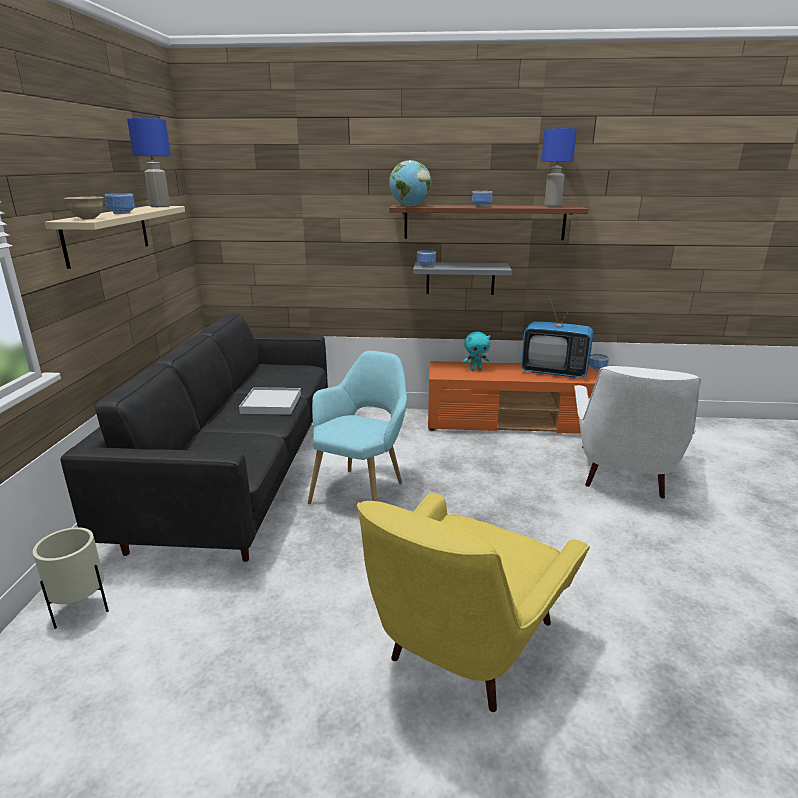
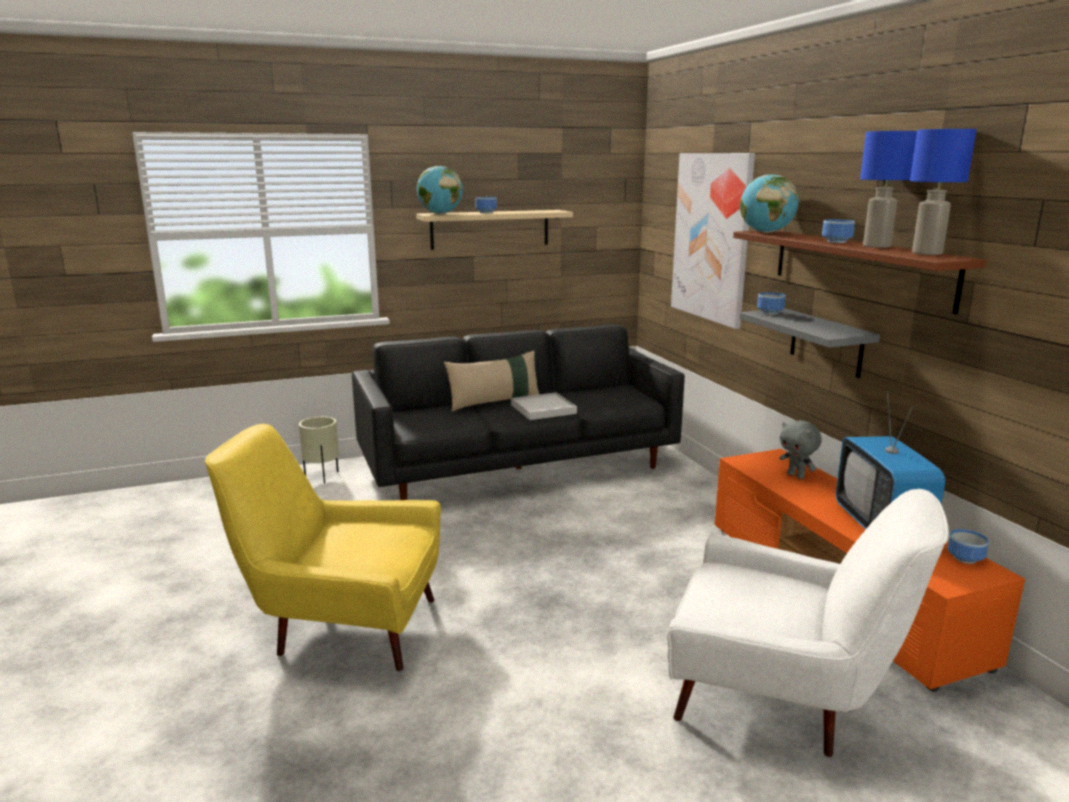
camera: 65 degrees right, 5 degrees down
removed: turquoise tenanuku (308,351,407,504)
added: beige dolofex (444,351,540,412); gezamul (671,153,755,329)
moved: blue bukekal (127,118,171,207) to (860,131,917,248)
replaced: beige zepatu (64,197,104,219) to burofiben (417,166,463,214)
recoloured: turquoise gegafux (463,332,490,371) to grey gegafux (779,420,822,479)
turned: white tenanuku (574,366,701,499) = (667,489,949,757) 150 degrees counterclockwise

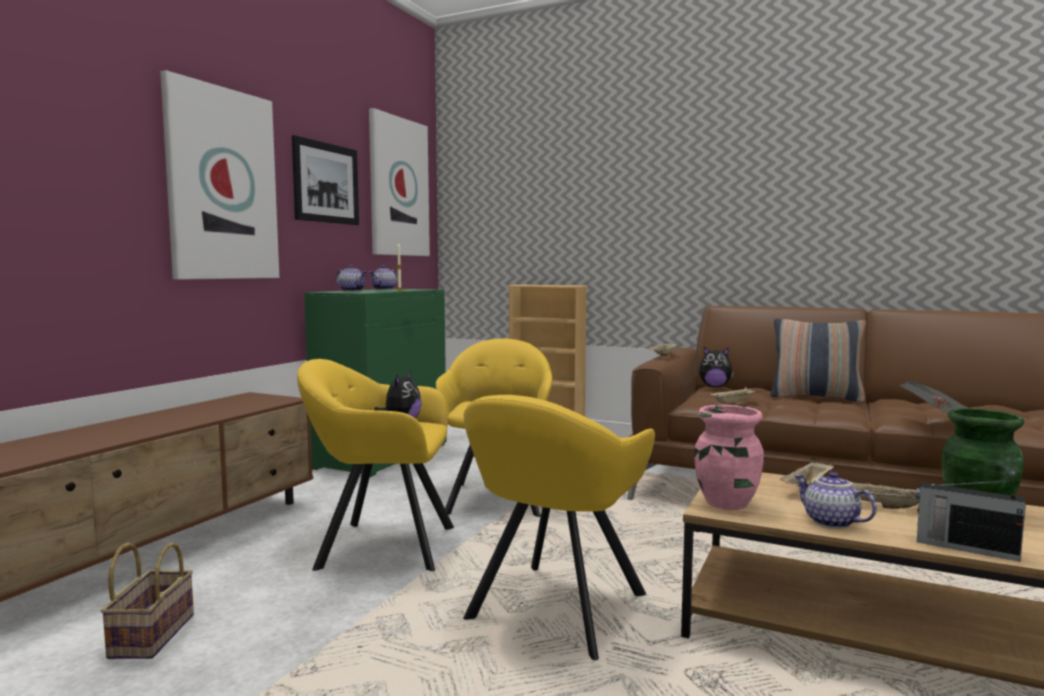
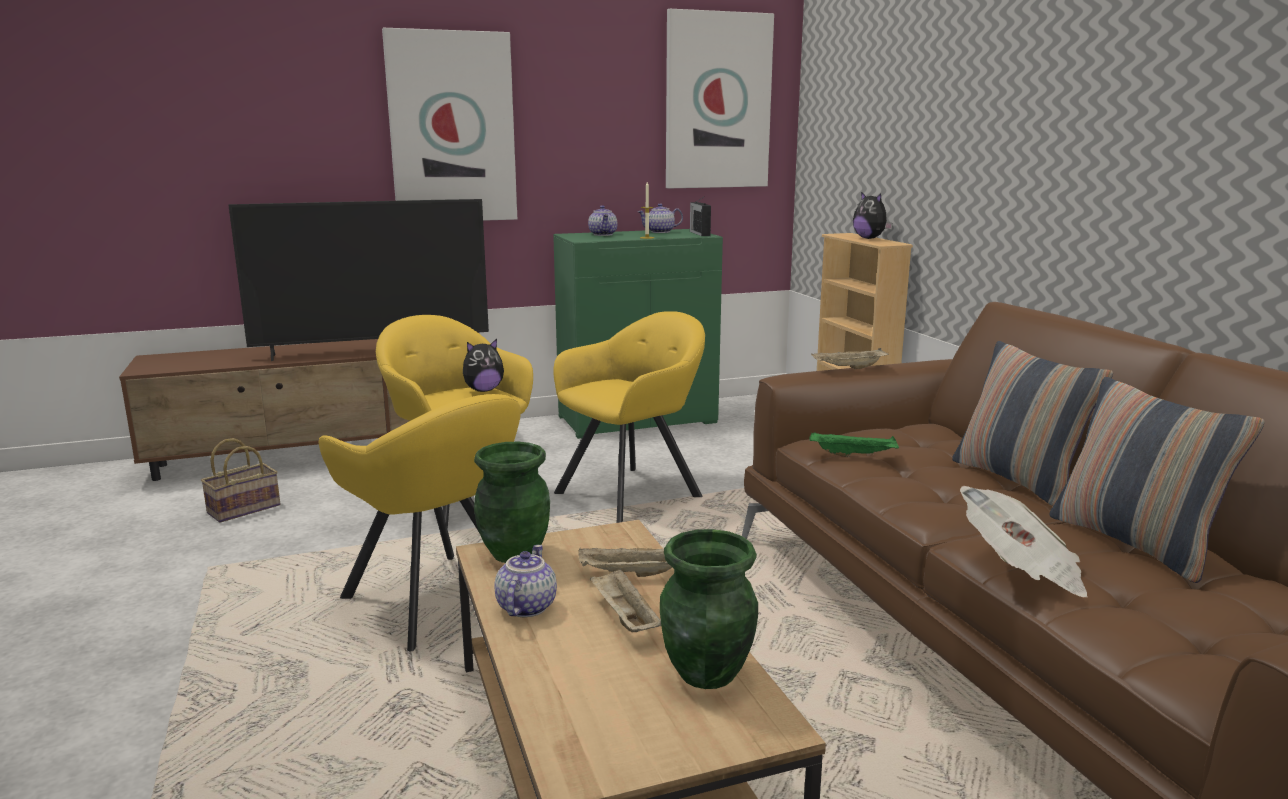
camera: 45 degrees right, 10 degrees up
removed: gezamul (292,135,359,225)
added: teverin (228,199,489,361); dolofex (1049,377,1264,583)
moved: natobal (915,481,1026,562) to (690,197,711,236); gegafux (699,347,734,387) to (853,192,893,239)
recoloured: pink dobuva (694,405,764,510) to green dobuva (474,442,550,563); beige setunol (708,387,763,405) to green setunol (809,432,899,457)
turned: yellow tenanuku (463,395,655,661) = (318,394,521,651) 120 degrees counterclockwise

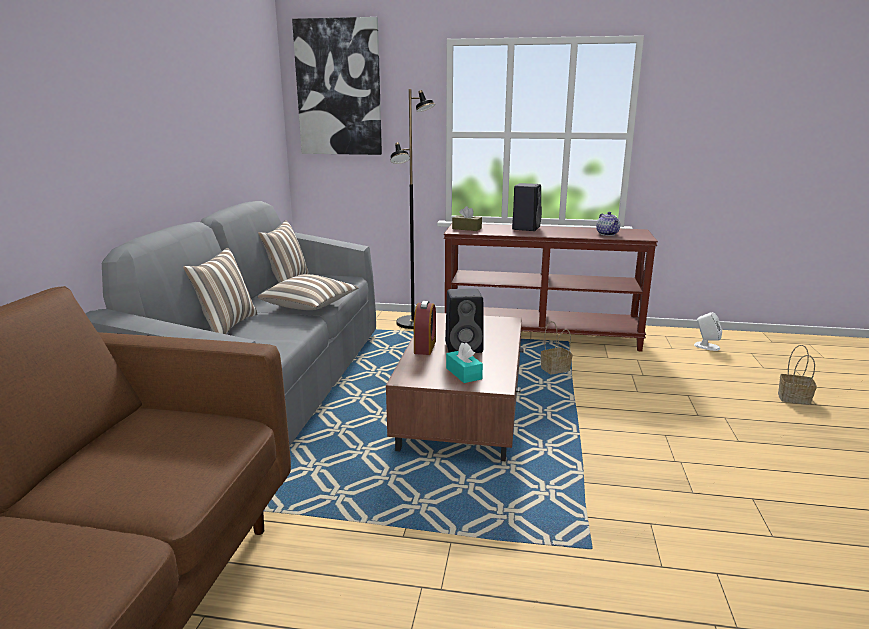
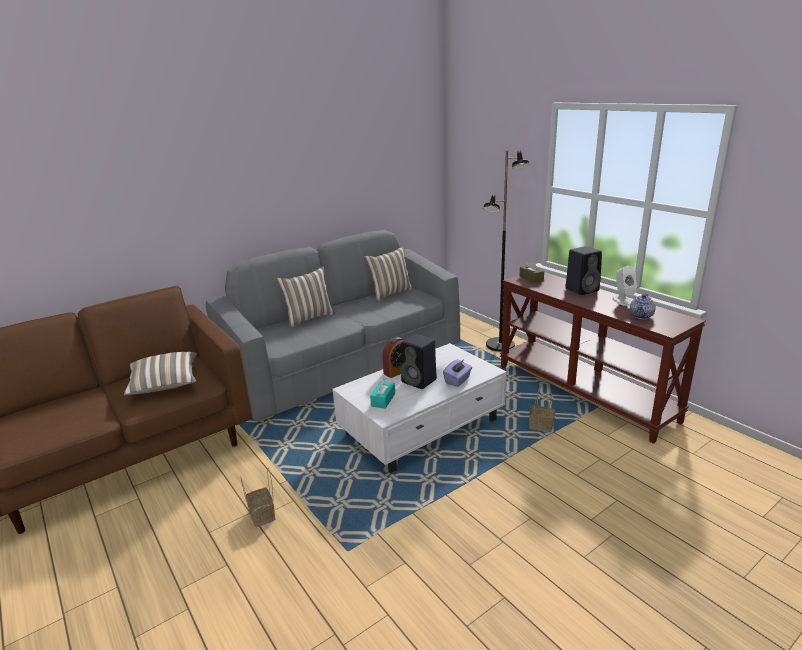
camera: 45 degrees right, 5 degrees up
removed: gezamul (292,17,382,155)
added: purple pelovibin (443,359,472,387)
moved: dolofex (258,274,359,310) to (124,352,197,395); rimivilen (778,345,817,405) to (240,468,275,527); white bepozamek (694,312,722,351) to (612,266,637,306)
recoloured: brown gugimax (386,313,524,461) to white gugimax (333,343,506,474)

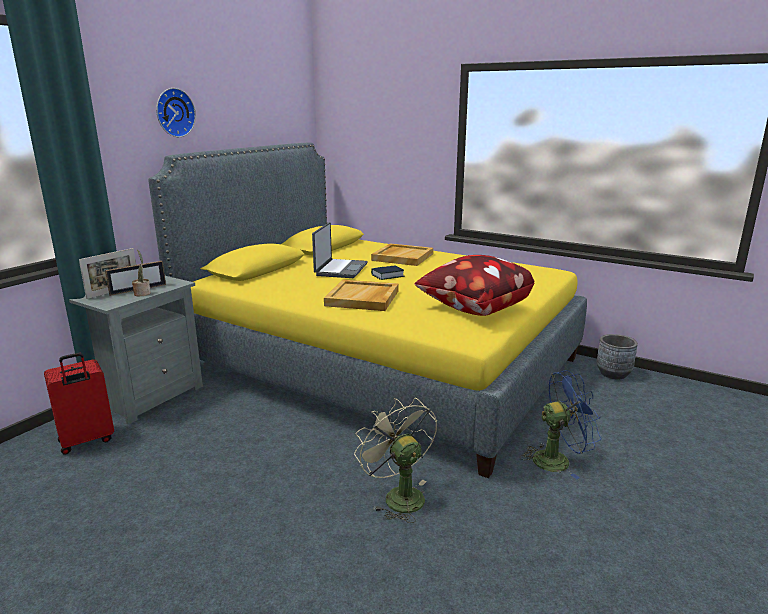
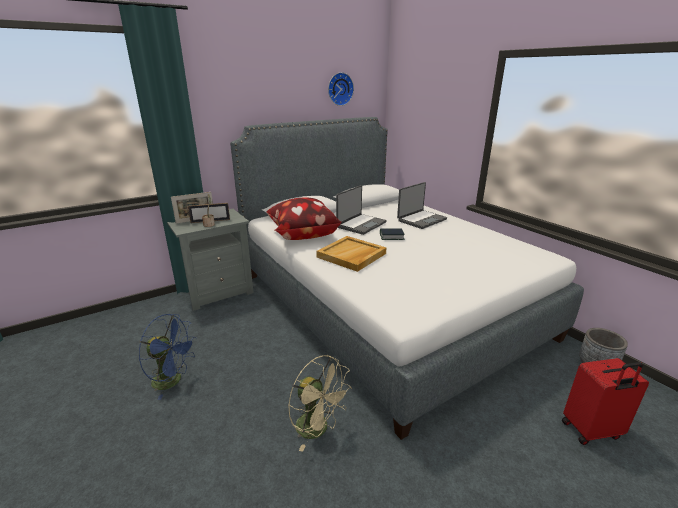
camera: 25 degrees right, 5 degrees up
moved: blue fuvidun (520,370,601,479) to (139,314,196,400); dolofex (414,255,535,316) to (266,198,342,240); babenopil (156,88,196,137) to (328,72,354,106); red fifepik (44,353,114,455) to (562,358,649,445)
replaced: beige setunol (371,244,433,266) to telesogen (397,182,447,229)
recoloured: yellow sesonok (148,143,587,478) to white sesonok (230,117,584,440)
turned: beige fuvidun (354,398,437,523) = (288,355,352,452) 135 degrees clockwise

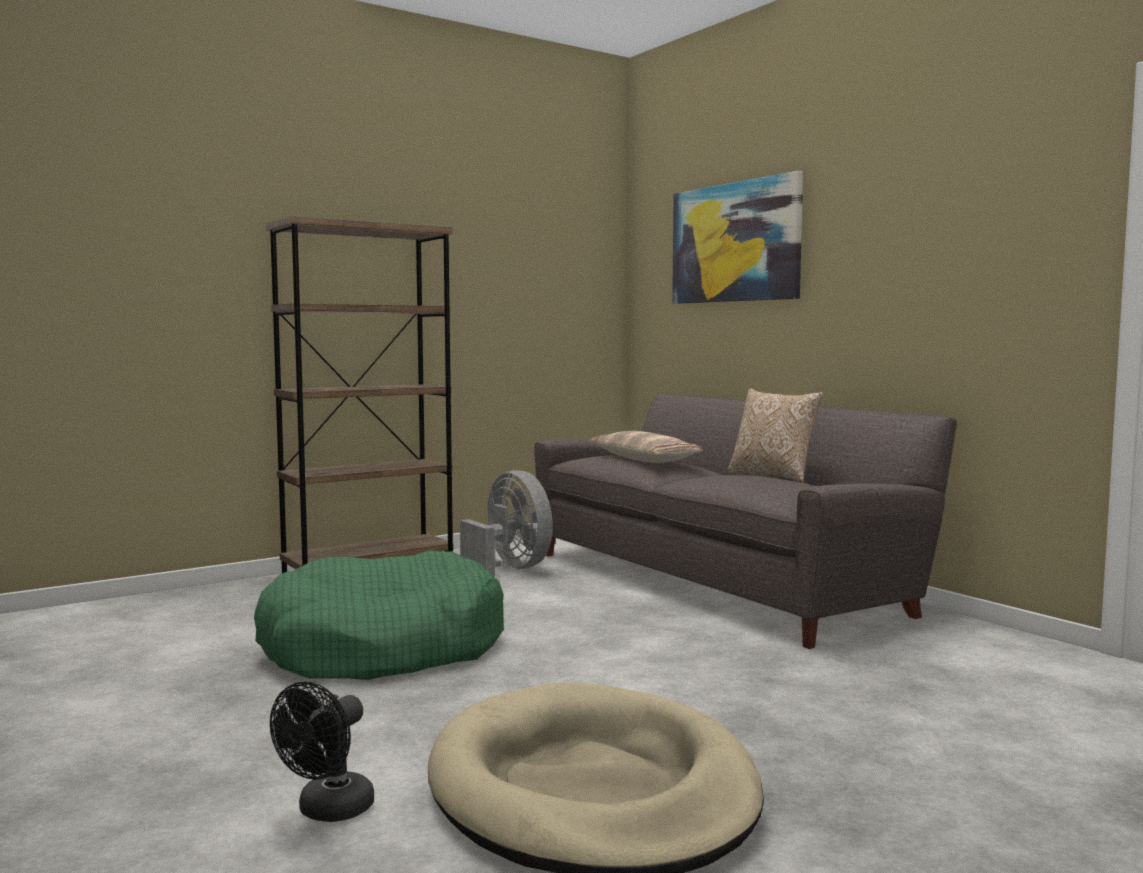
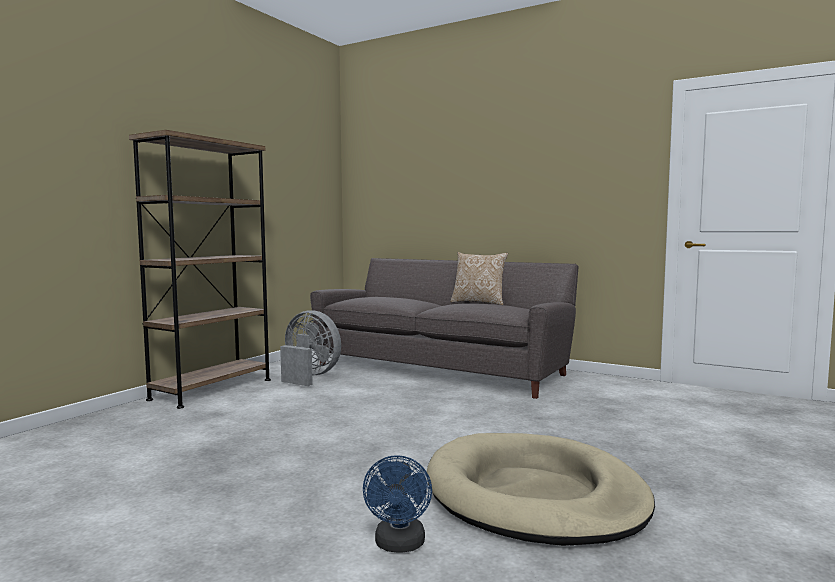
camera: 25 degrees left, 0 degrees up
removed: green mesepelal (254,550,504,680); dolofex (590,431,703,463); gezamul (672,171,803,304)
recoloured: black fuvidun (270,682,374,822) to blue fuvidun (363,455,432,553)

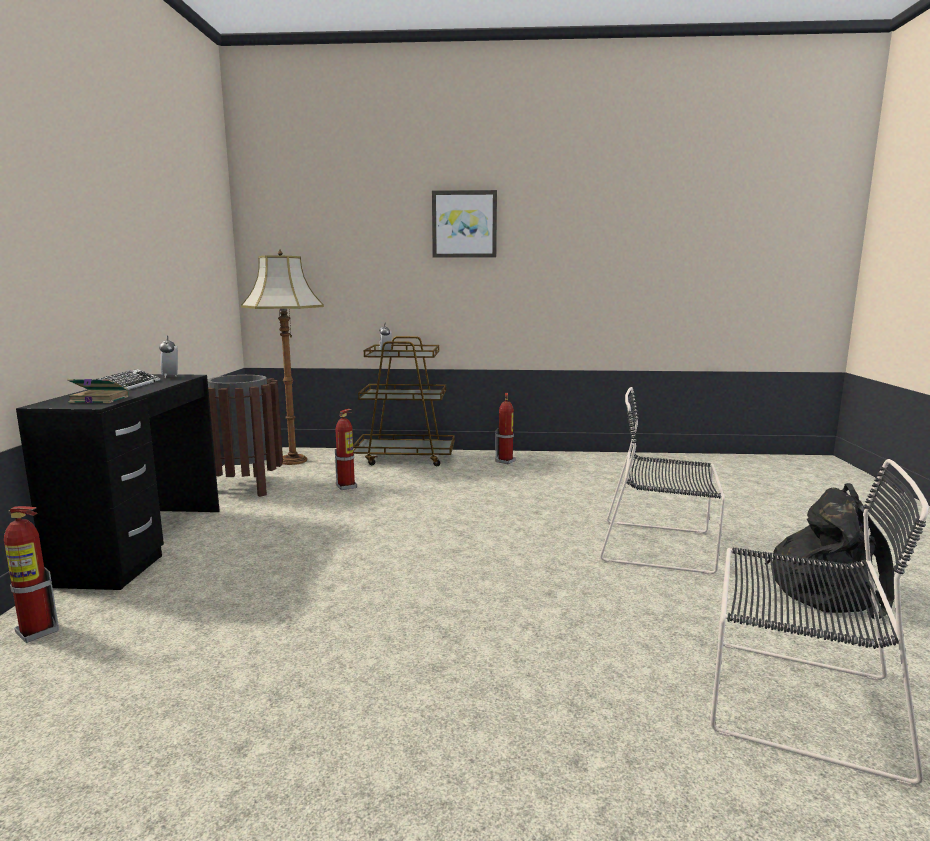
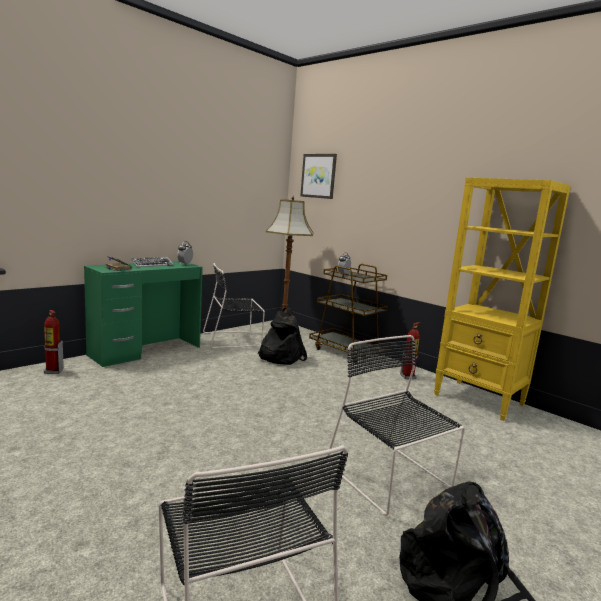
camera: 40 degrees right, 0 degrees up
added: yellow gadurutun (434,178,571,421)
moved: gezamul (432,190,497,258) to (300,154,337,199)
replaced: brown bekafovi (208,375,283,497) to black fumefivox (203,263,265,349); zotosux (335,409,357,490) to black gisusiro (257,307,307,365)
recoloured: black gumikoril (16,374,220,590) to green gumikoril (84,261,203,367)

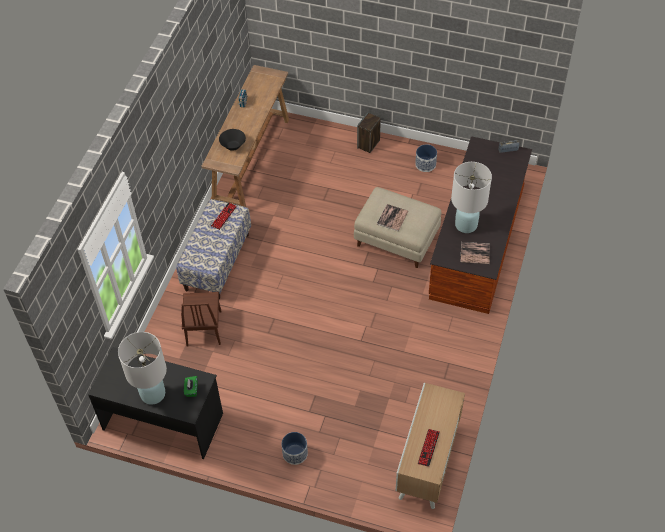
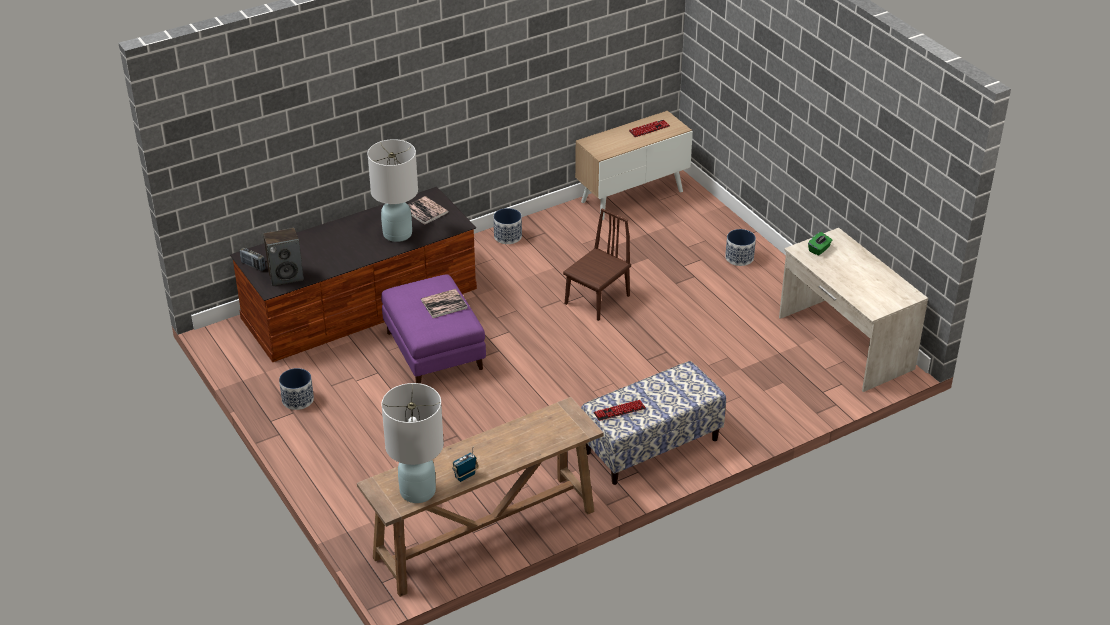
camera: 140 degrees left, 15 degrees down
removed: black zepatu (219,129,246,151)
added: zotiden (493,208,522,244)
moved: bepozamek (357,112,381,153) to (263,228,304,286); white bukekal (118,332,167,405) to (382,383,444,503); brown fumefivox (181,292,221,346) to (563,209,631,321)
recoloured: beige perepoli (354,187,441,268) to purple perepoli (381,274,486,384); black gumikoril (88,347,223,459) to beige gumikoril (779,228,928,392)

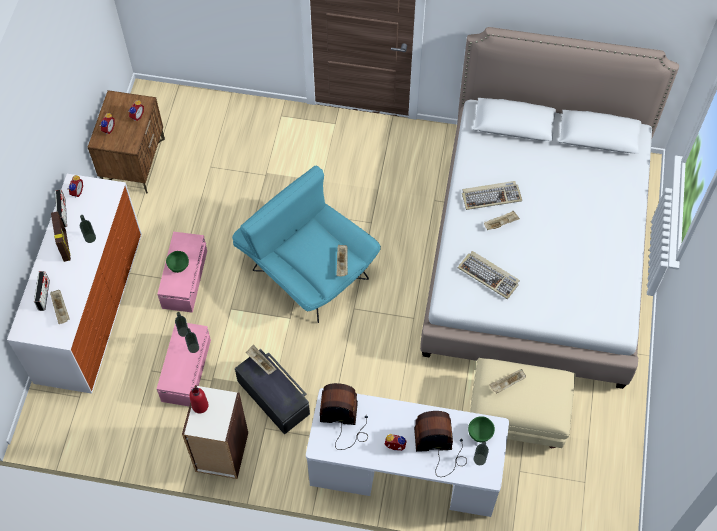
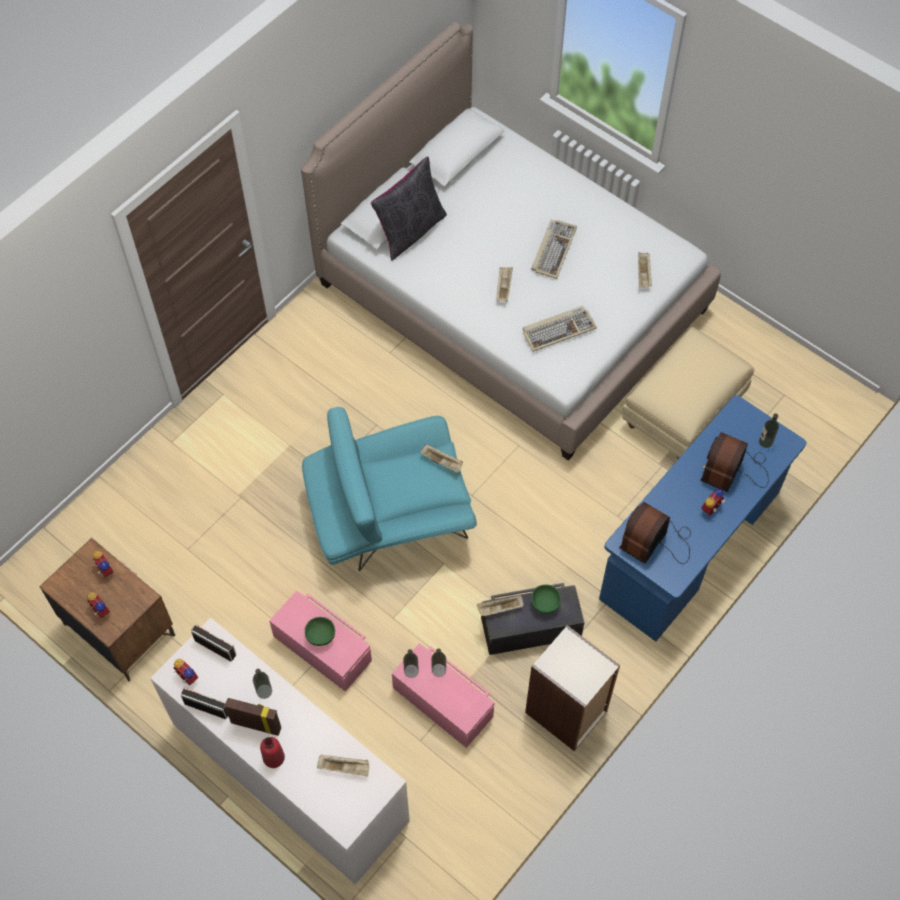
camera: 60 degrees left, 0 degrees up
added: black dolofex (371,156,447,261)
moved: natobal (34,271,50,311) to (191,624,237,661); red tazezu (189,387,209,413) to (260,737,285,768); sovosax (462,181,522,210) to (531,220,577,279); green zepatu (468,416,495,443) to (531,584,561,614); beige setunol (489,369,526,394) to (638,252,652,288)
recoloured: white gumikoril (306,388,509,517) to blue gumikoril (599,395,806,642)

